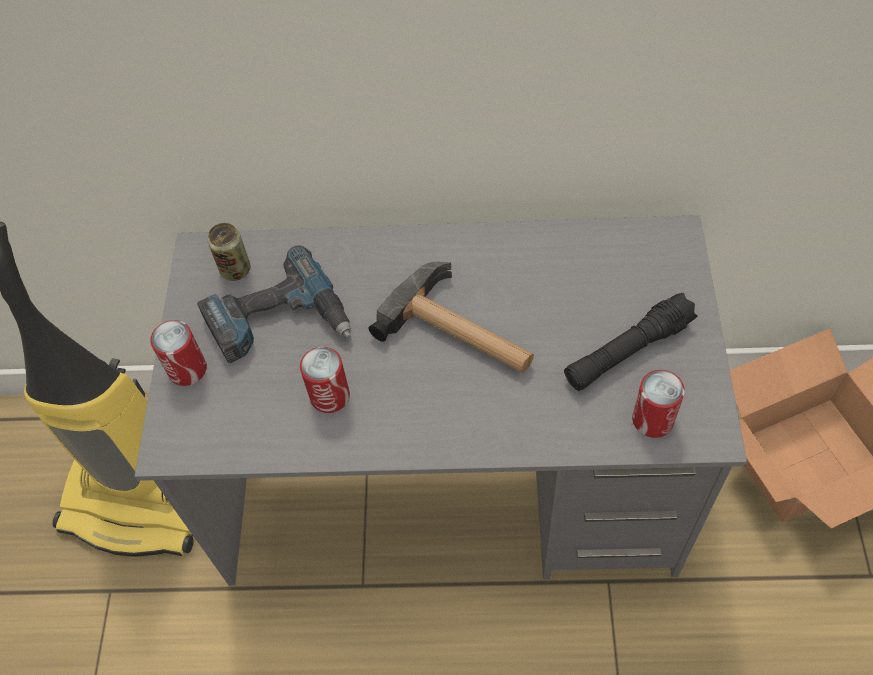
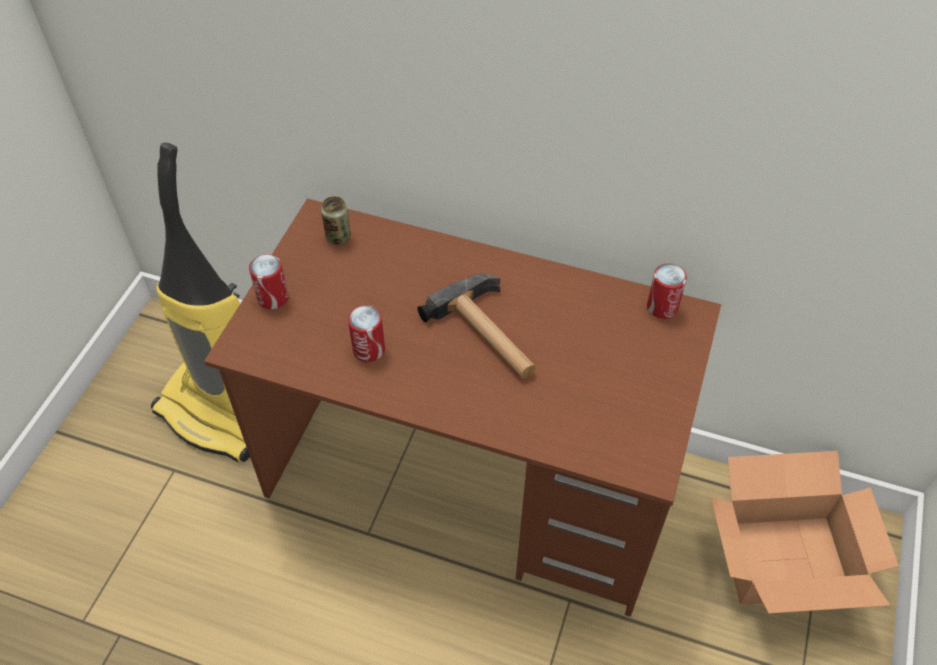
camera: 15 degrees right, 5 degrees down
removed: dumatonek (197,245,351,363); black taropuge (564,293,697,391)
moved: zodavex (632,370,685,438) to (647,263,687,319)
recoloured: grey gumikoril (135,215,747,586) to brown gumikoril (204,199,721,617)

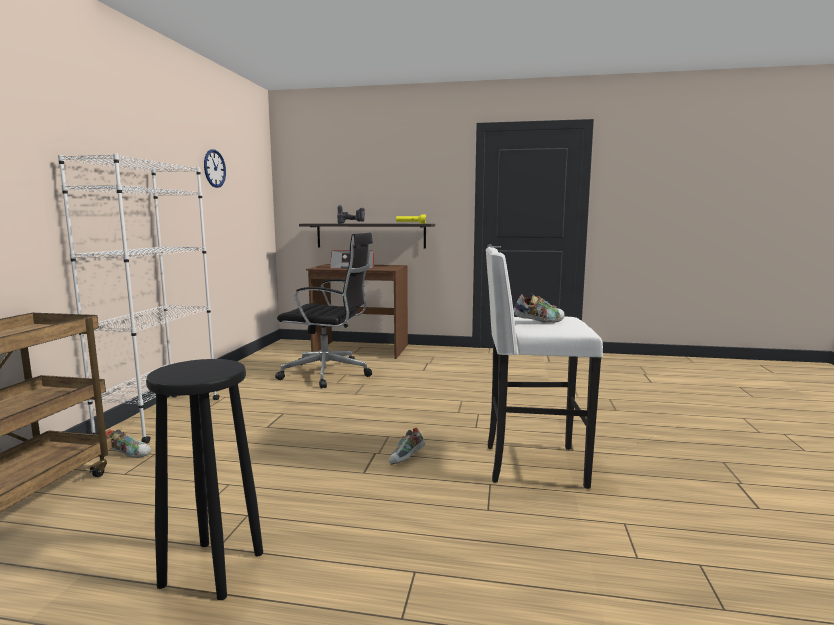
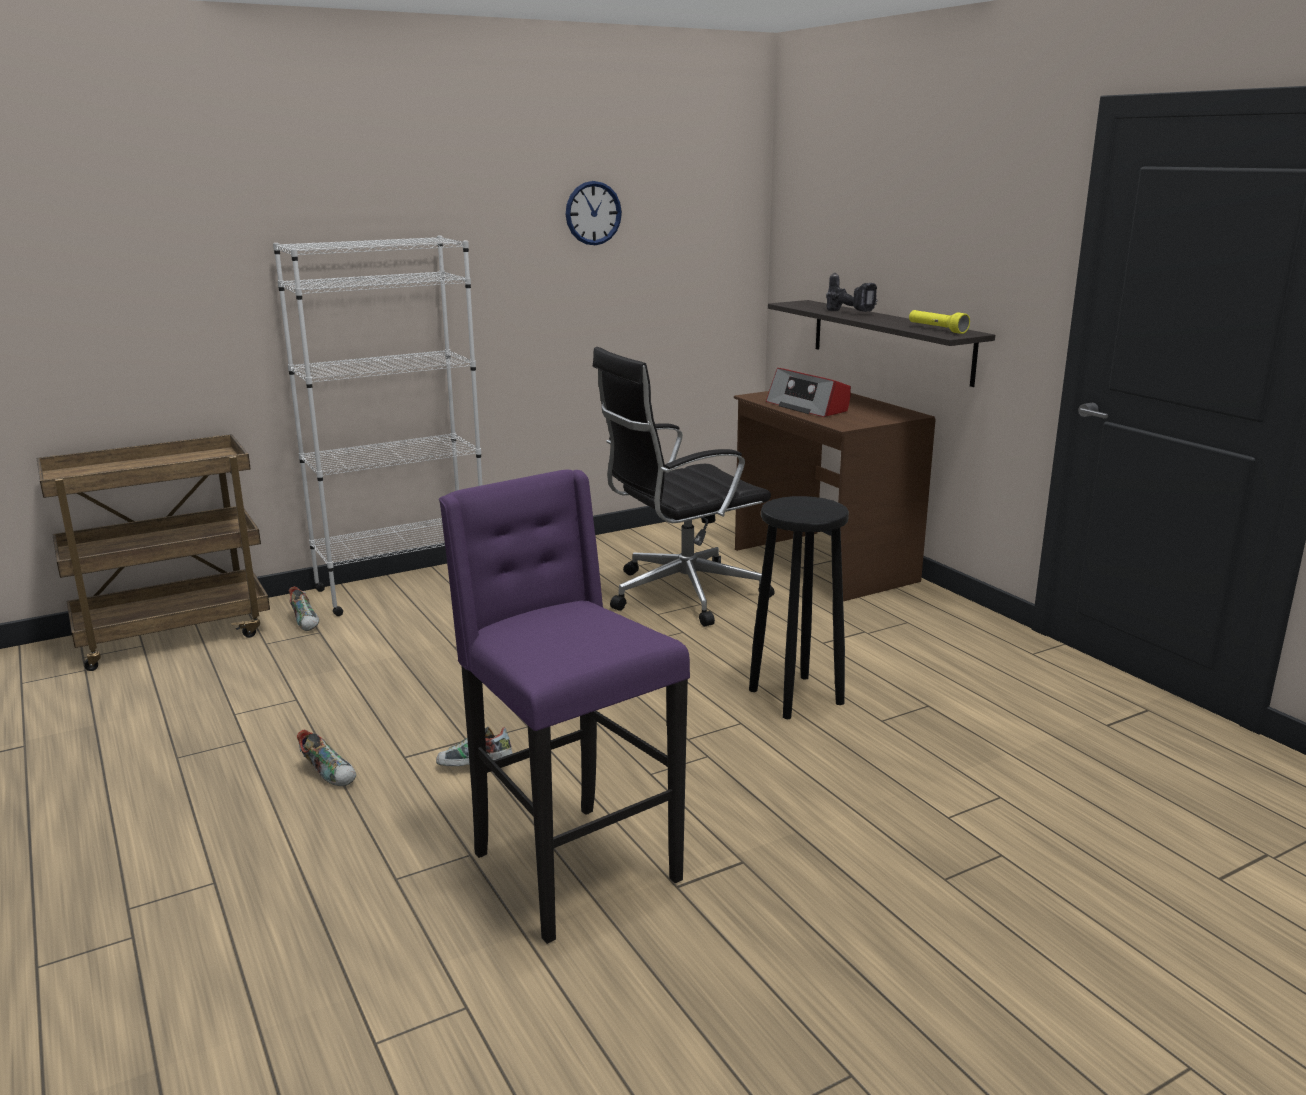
camera: 50 degrees right, 10 degrees up
moved: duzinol (513,293,565,323) to (297,729,356,786); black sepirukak (146,359,263,600) to (749,496,849,719)
recoloured: white sepirukak (486,247,603,489) to purple sepirukak (439,470,690,944)
turned: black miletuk (275,232,373,388) = (593,347,775,627) 90 degrees clockwise

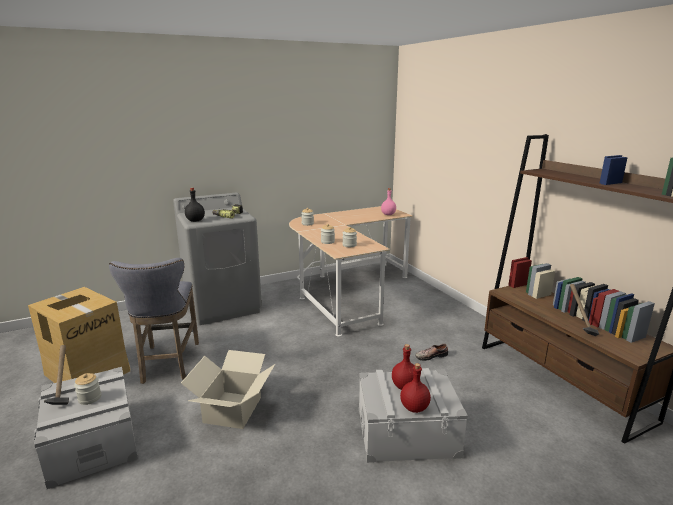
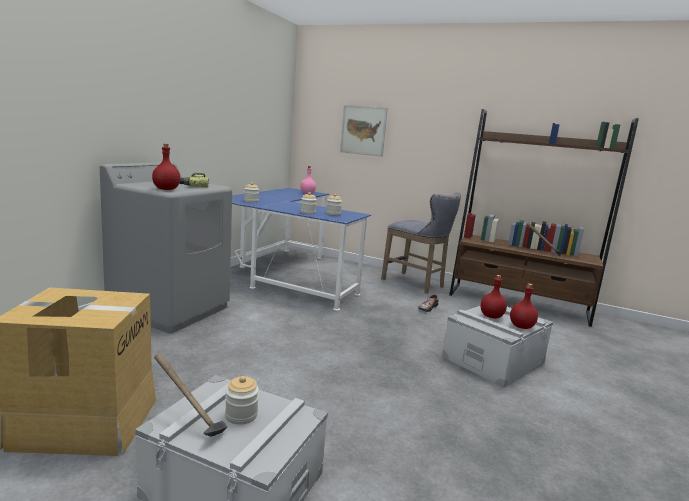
camera: 40 degrees left, 5 degrees down
removed: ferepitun (181,350,275,429)
added: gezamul (340,105,388,157)
moved: grey sepirukak (109,258,199,384) to (381,192,461,294)
recoloured: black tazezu (185,188,205,222) to red tazezu (152,144,180,190); beige gumikoril (289,206,413,337) to blue gumikoril (232,188,371,311)

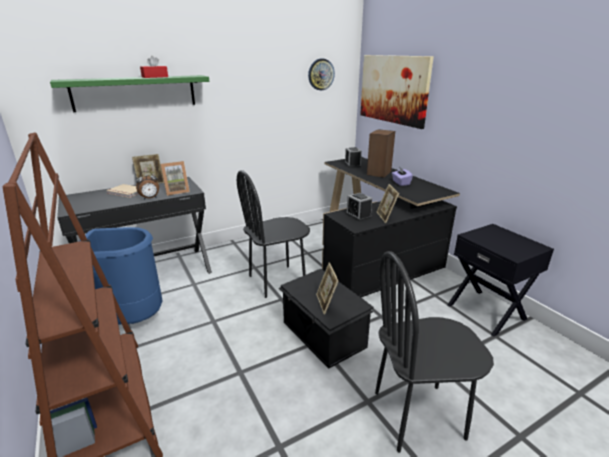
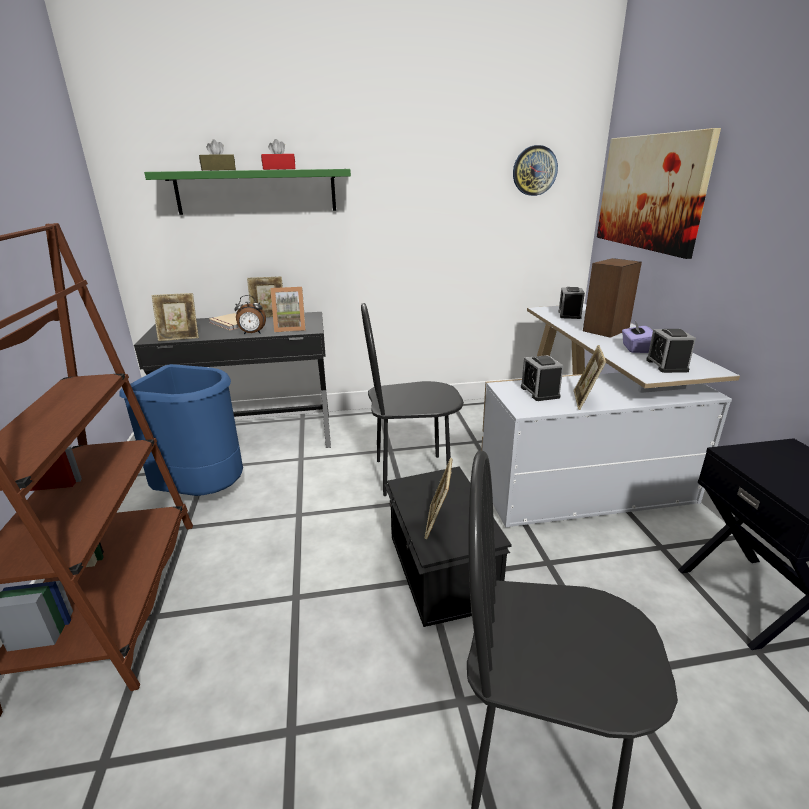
camera: 20 degrees right, 0 degrees up
added: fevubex (152,293,199,341); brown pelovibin (199,140,236,171); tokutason (646,329,696,373)
recoloured: black gumikoril (322,157,460,297) to white gumikoril (481,304,740,528)

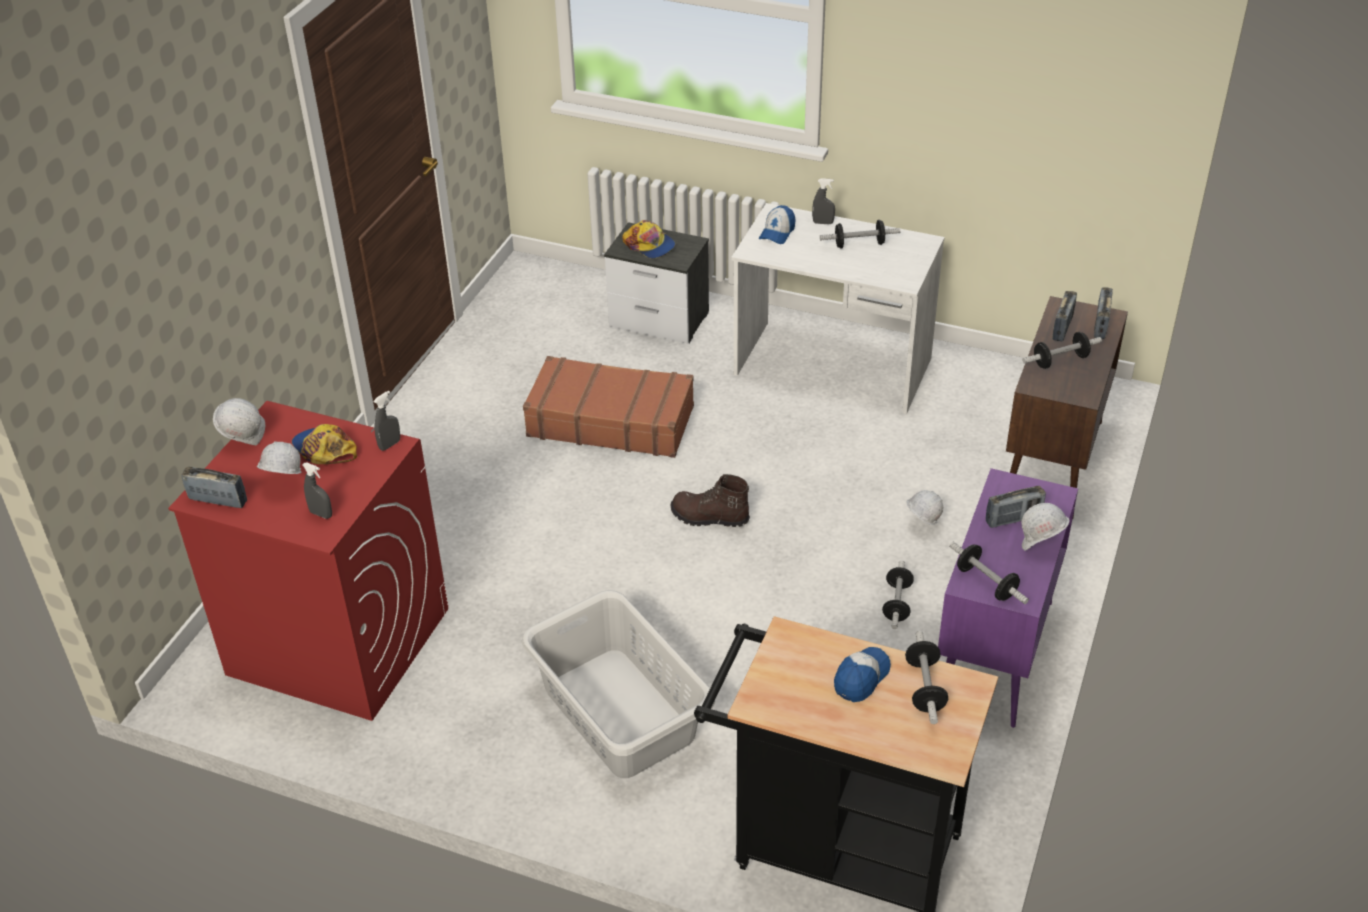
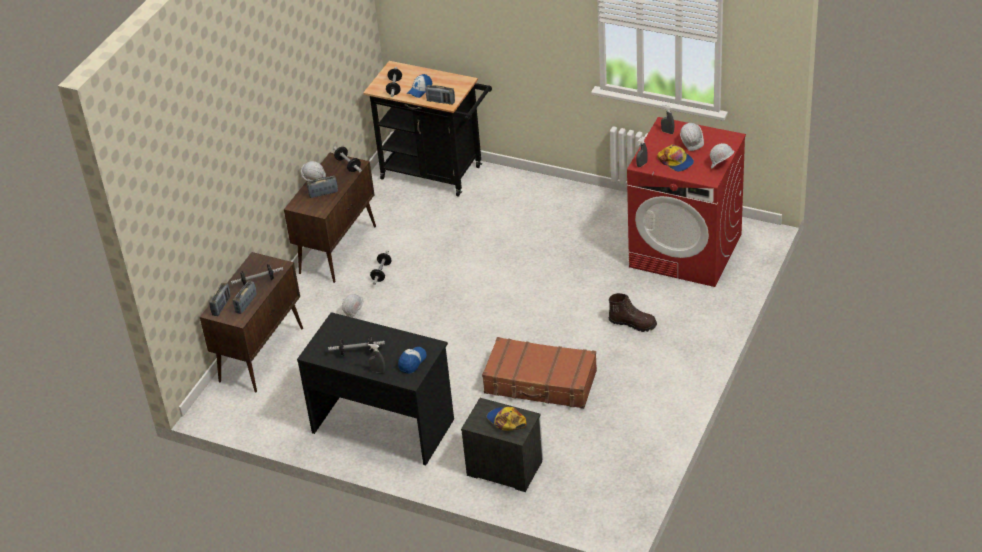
camera: 175 degrees left, 0 degrees up
removed: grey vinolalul (522,590,715,778)
moved: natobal (181,466,247,508) to (426,85,455,104); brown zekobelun (671,474,750,527) to (609,293,657,332)
recoloured: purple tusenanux (938,468,1078,728) to brown tusenanux (284,153,376,283); white gumikoril (731,203,945,414) to black gumikoril (297,312,454,466)

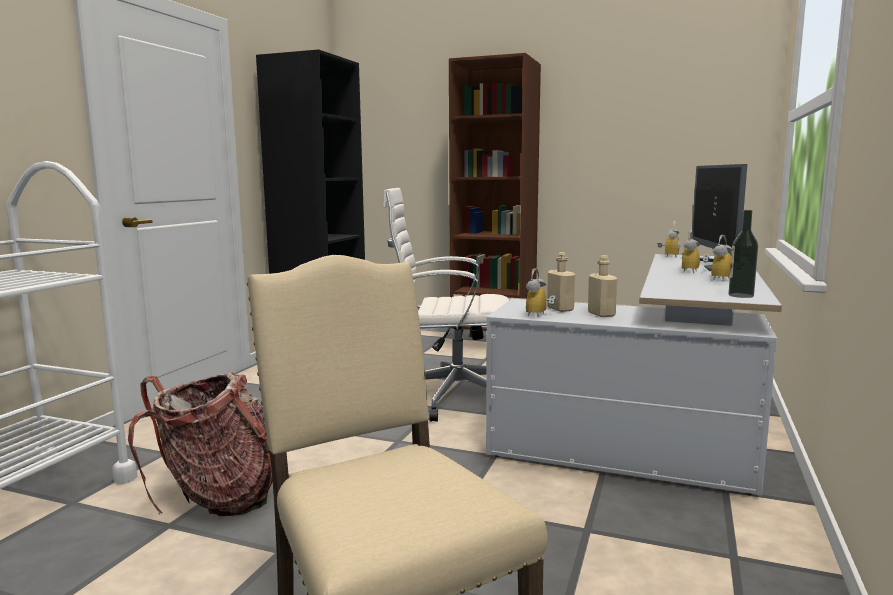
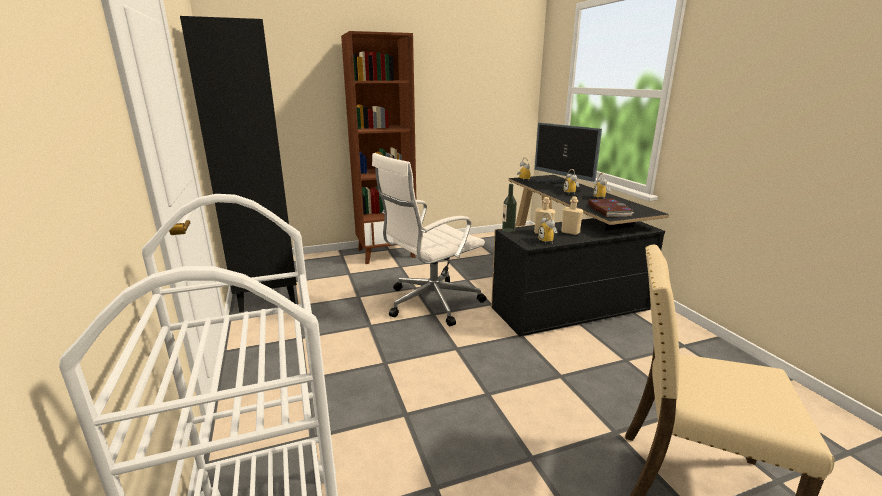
camera: 40 degrees left, 10 degrees up
removed: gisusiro (128,372,273,516)
added: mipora (588,199,633,217)
moved: tazezu (728,210,758,298) to (502,184,517,232)
recoloured: white gumikoril (486,254,782,496) to black gumikoril (491,175,669,337)

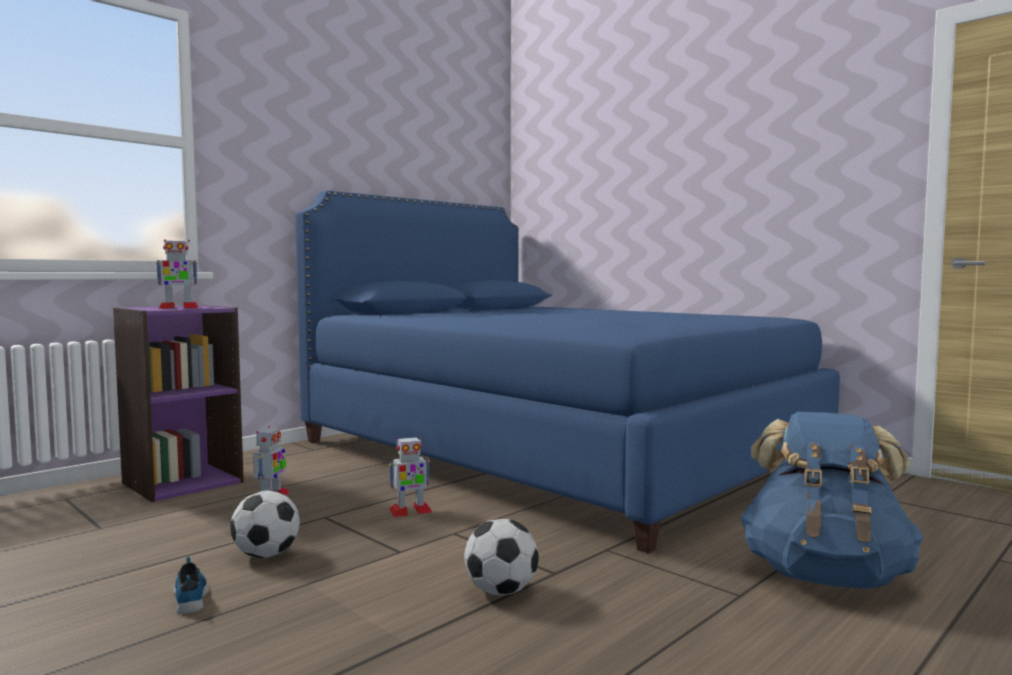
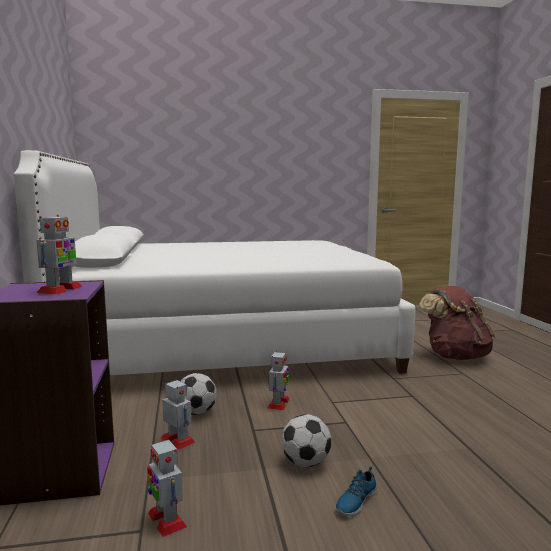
camera: 55 degrees left, 5 degrees up
added: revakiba (147,437,187,537)
moved: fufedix (464,519,539,595) to (180,373,217,415)
recoloured: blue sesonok (295,191,840,553) to white sesonok (14,150,415,375); blue gisusiro (741,412,924,589) to brown gisusiro (419,286,495,360)
turned: duzinol (173,556,209,614) = (335,466,377,516) 60 degrees counterclockwise

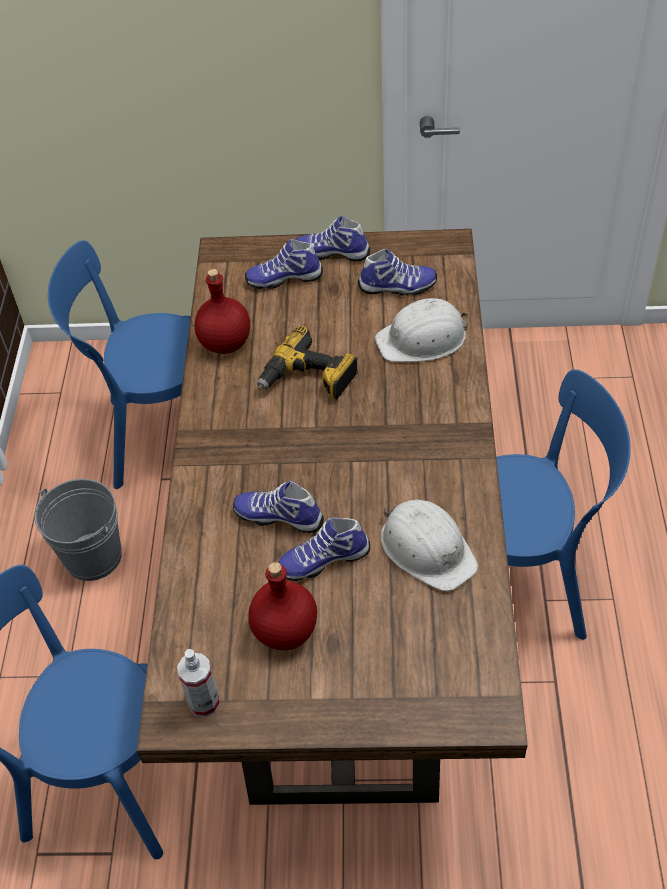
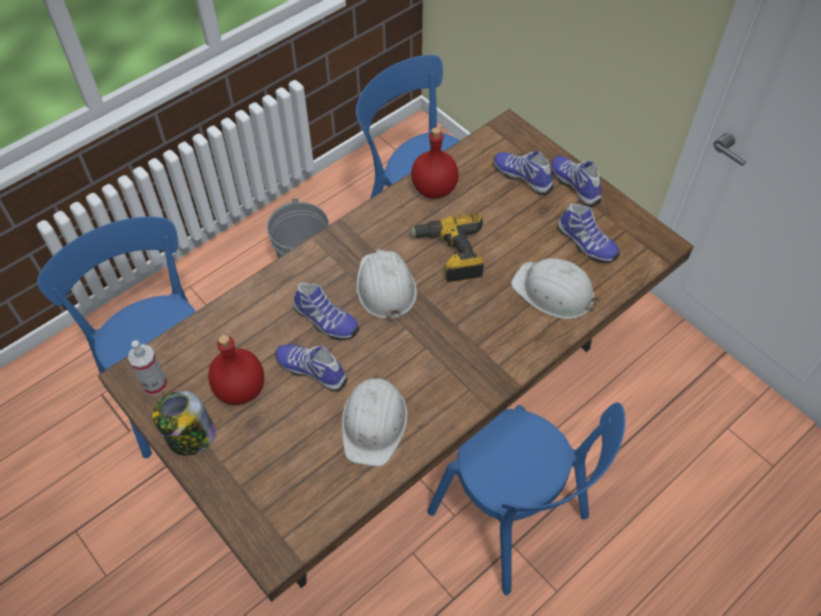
camera: 45 degrees right, 5 degrees up
added: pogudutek (152,391,216,456); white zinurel (357,249,417,322)
turned: duzinol (233,481,324,533) = (293,283,359,340) 150 degrees clockwise

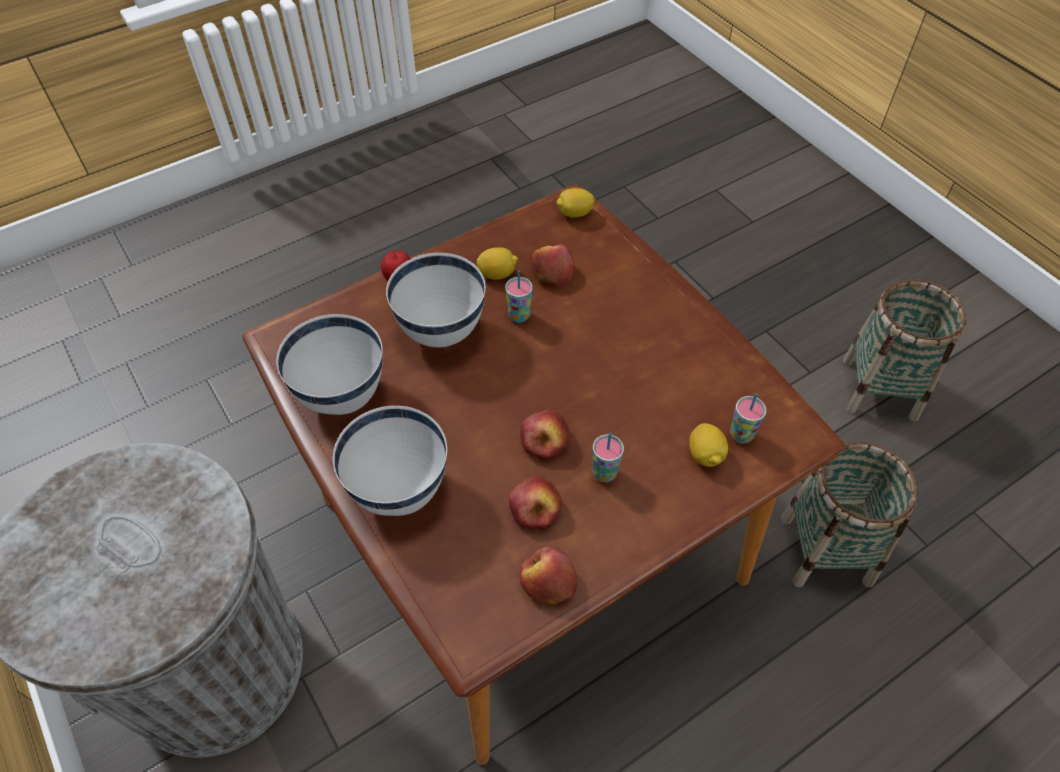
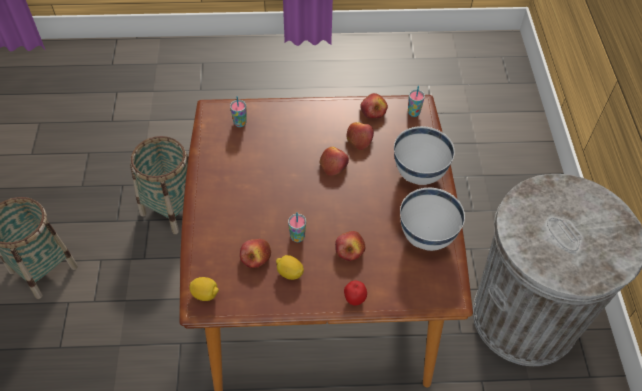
camera: 150 degrees left, 0 degrees up
removed: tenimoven (689,423,728,467)
moved: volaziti (593,433,624,482) to (408,86,425,117)
replaced: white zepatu (386,253,486,347) to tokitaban (335,231,365,261)

